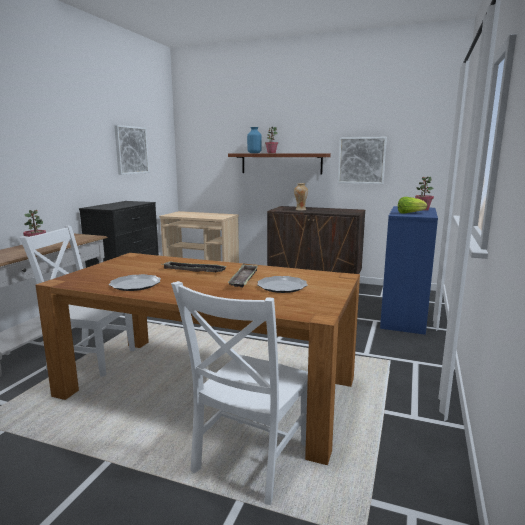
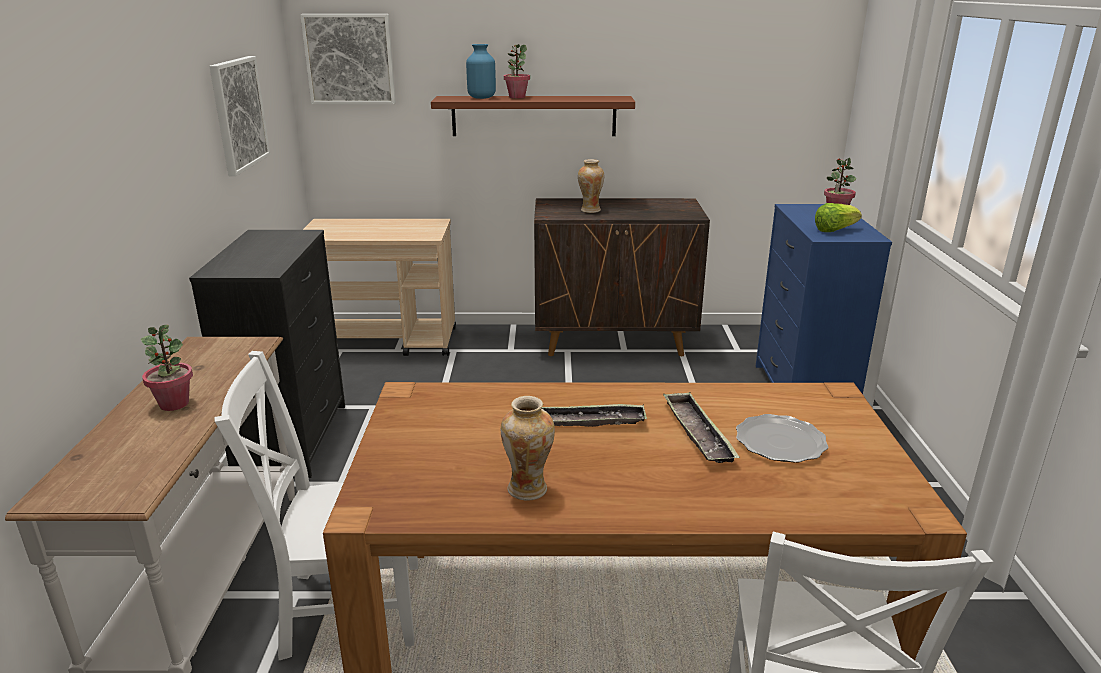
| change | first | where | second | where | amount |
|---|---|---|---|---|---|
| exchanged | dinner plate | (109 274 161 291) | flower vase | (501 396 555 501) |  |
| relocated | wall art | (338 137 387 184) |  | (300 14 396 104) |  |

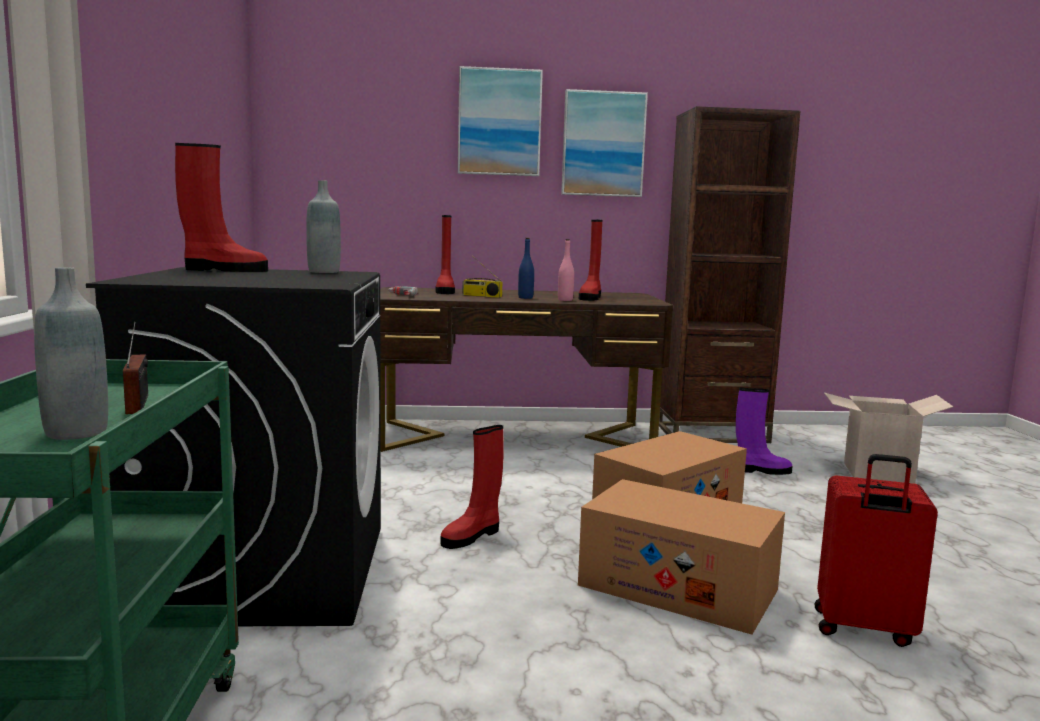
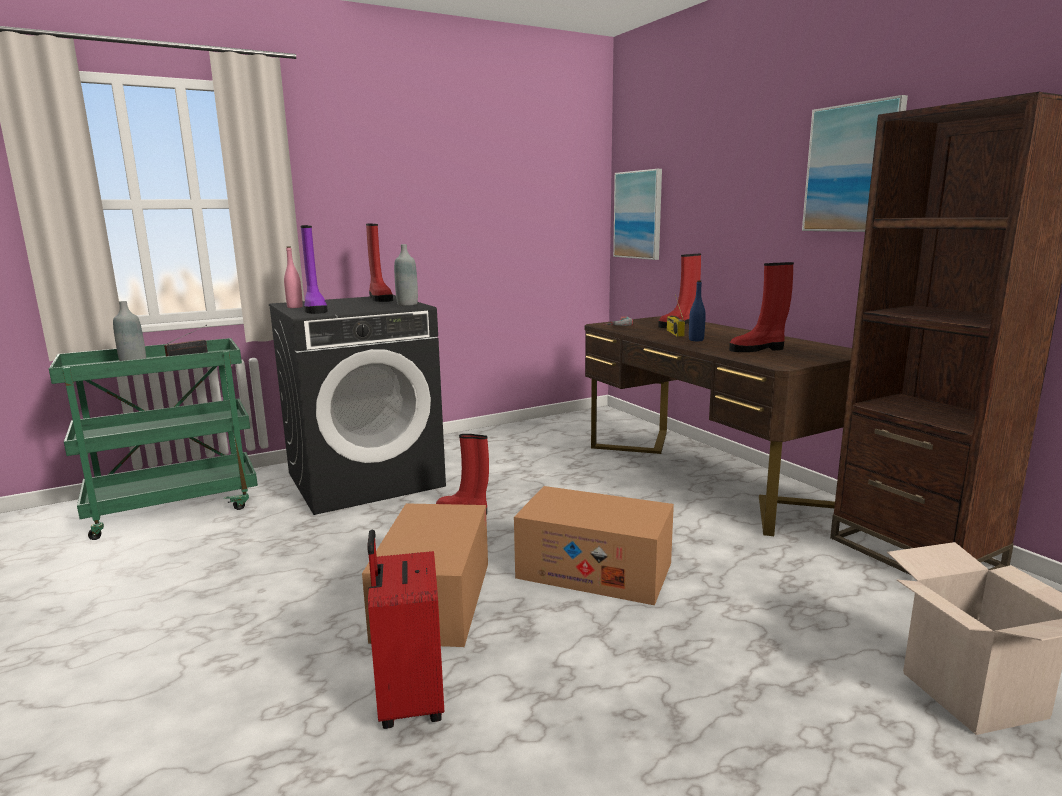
| change | first | where | second | where | amount |
|---|---|---|---|---|---|
| relocated | wall art | (458 66 543 176) |  | (613 169 662 260) |  |
| relocated | pink drink bottle | (558 239 574 301) |  | (284 246 303 308) |  |
| relocated | purple boot | (736 388 793 475) |  | (300 225 328 314) |  |

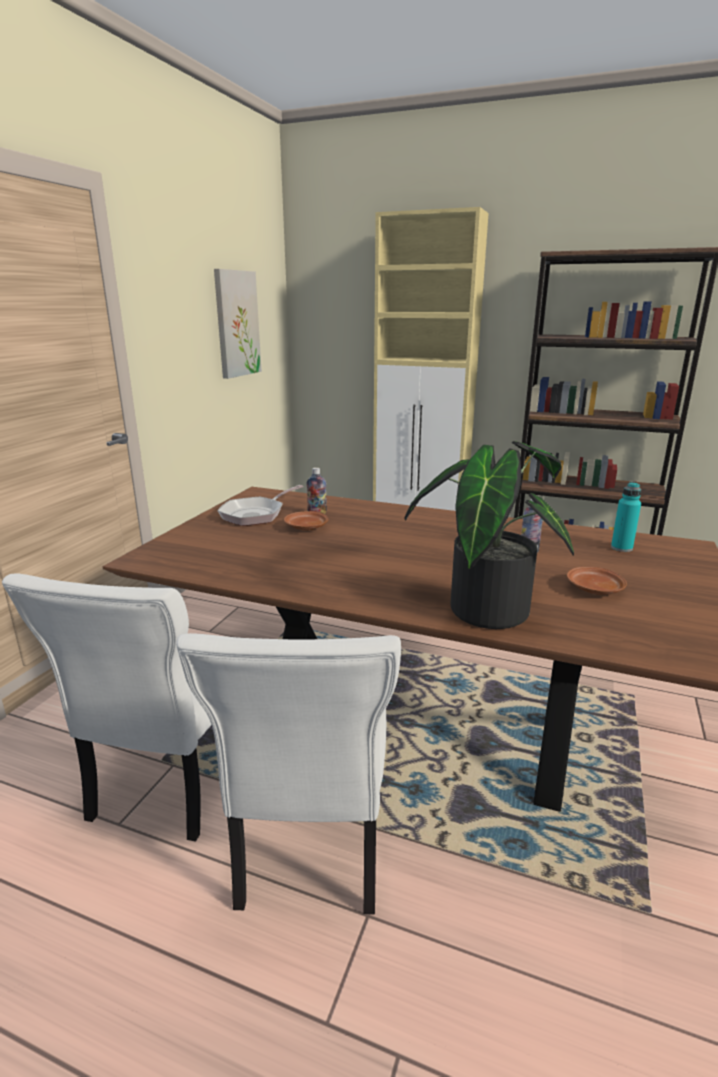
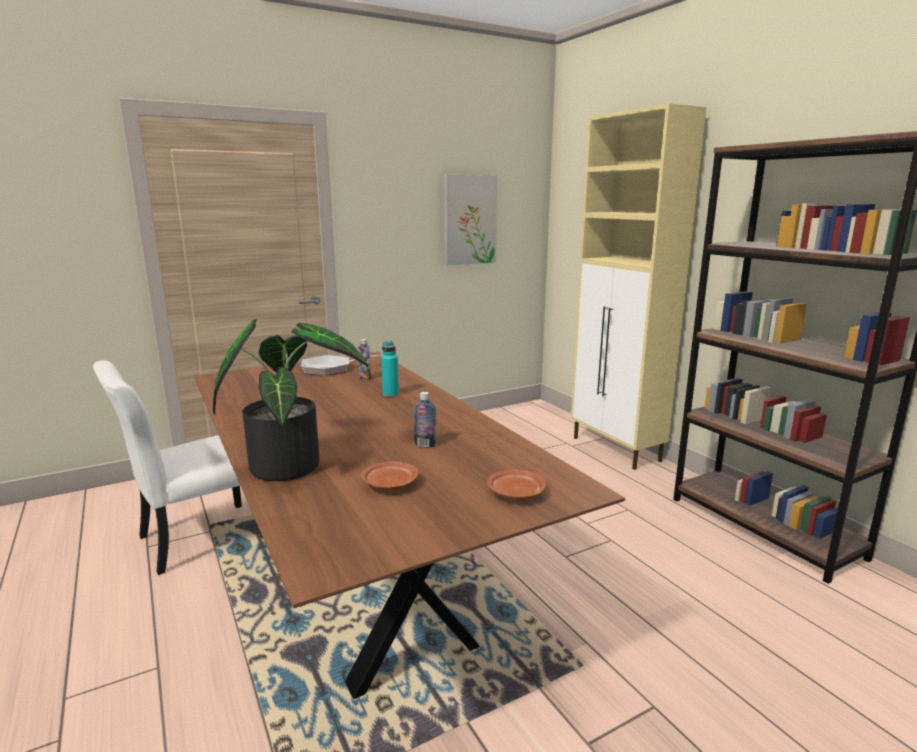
| change | first | where | second | where | amount |
|---|---|---|---|---|---|
| missing | whitish upright chair | (176 633 401 915) |  |  |  |
| relocated | brown dinner plate | (284 511 328 531) |  | (487 469 546 500) |  |
| relocated | turquoise drink bottle | (611 482 641 552) |  | (381 341 399 397) |  |

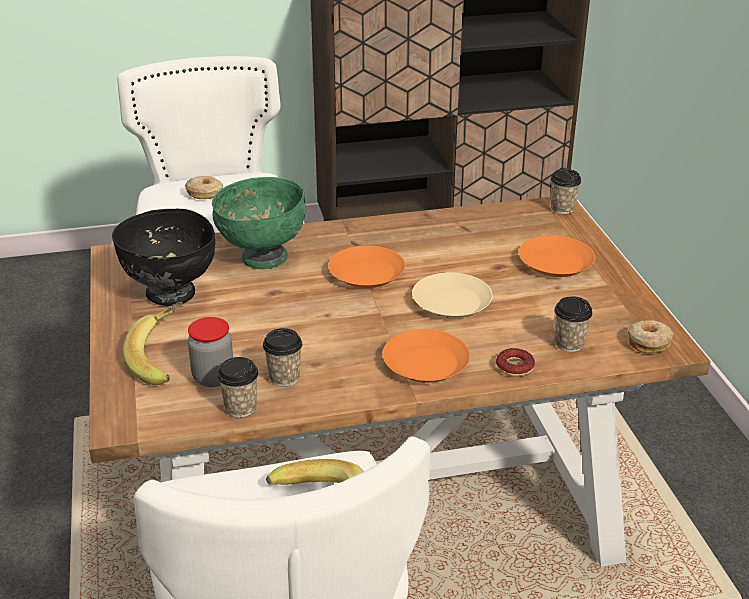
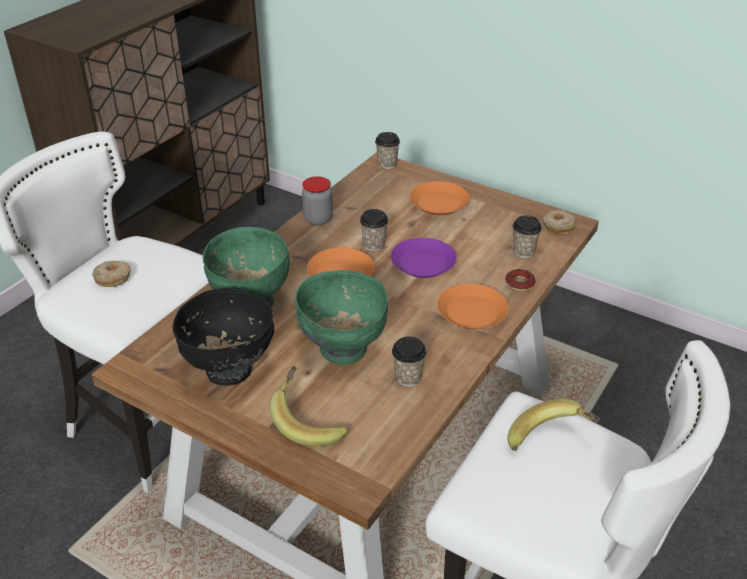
| change | first | where | second | where | amount |
|---|---|---|---|---|---|
| relocated | jar | (188 317 233 387) |  | (302 176 333 225) |  |
| relocated | cup | (217 357 259 418) |  | (360 209 388 251) |  |
| colour | beige dinner plate | (412 272 493 319) | purple dinner plate | (391 238 457 278) |  |
| appeared |  |  | greenish serving bowl | (295 270 388 365) |  |

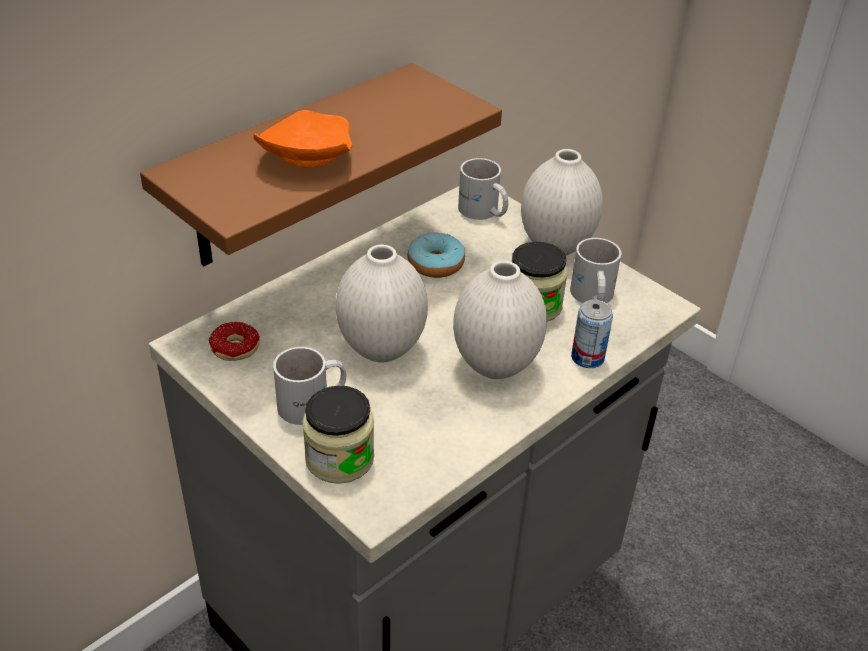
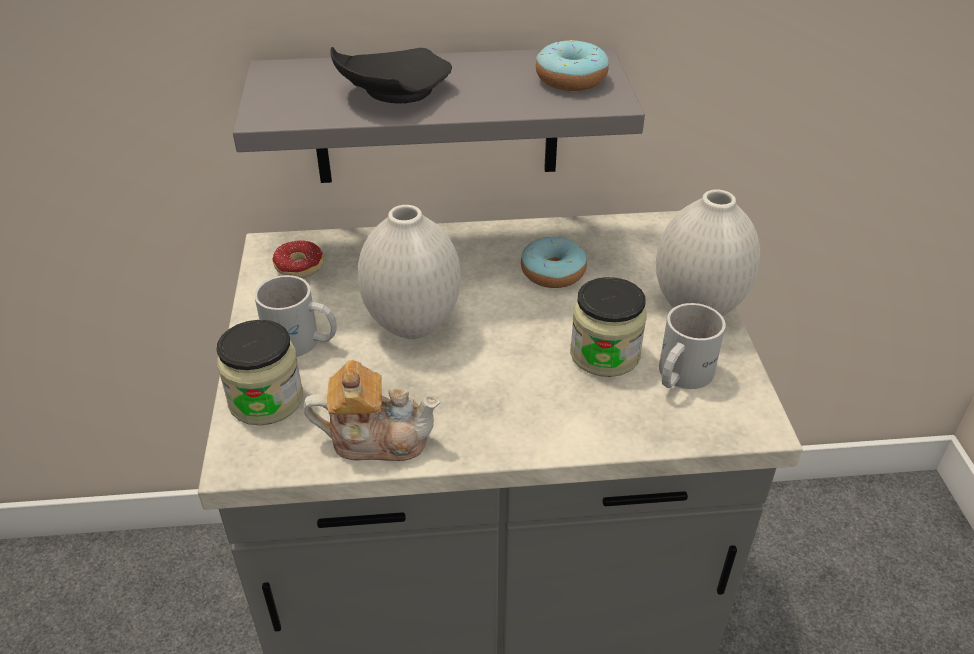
| change | first | where | second | where | amount |
|---|---|---|---|---|---|
| colour | brown shelf | (140 63 502 266) | greyish shelf | (233 47 645 183) |  |
| colour | orange-coloured dinner plate | (254 110 352 167) | black-coloured dinner plate | (330 47 452 104) |  |
| missing | whitish flower vase | (453 261 547 379) |  |  |  |
| missing | whitish coffee mug | (458 158 508 220) |  |  |  |
| missing | sealed can | (571 300 613 368) |  |  |  |
| appeared |  |  | tea pot | (303 360 440 461) |  |
| appeared |  |  | donut | (536 40 609 91) |  |

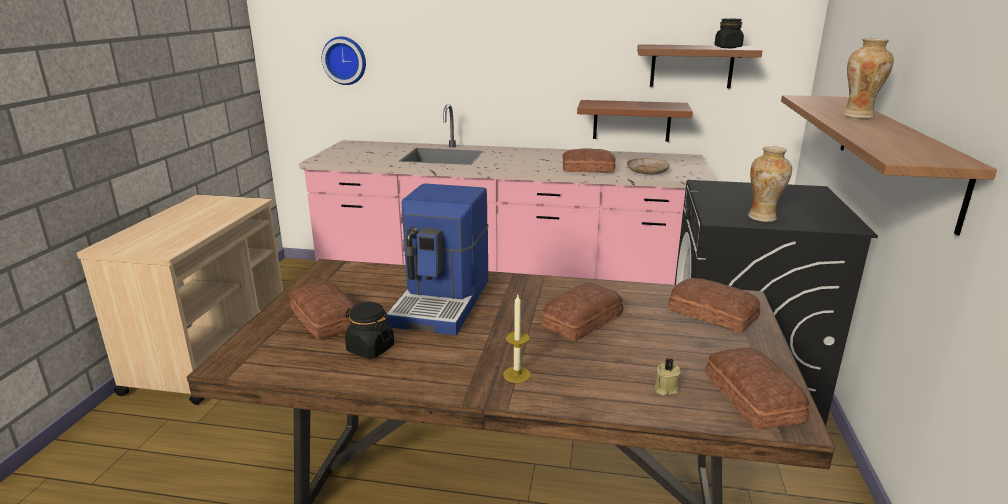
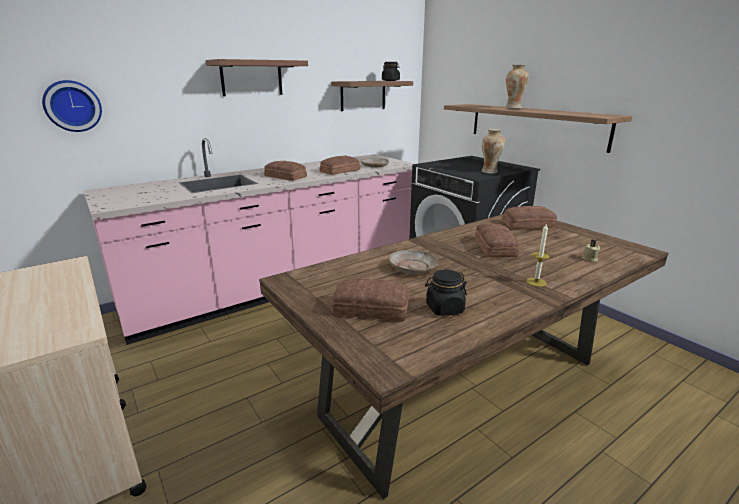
| change | first | where | second | where | amount |
|---|---|---|---|---|---|
| exchanged | coffee brewer | (386 183 488 335) | beige dinner plate | (389 250 438 274) |  |
| relocated | brown shelf | (577 100 693 142) |  | (205 59 308 96) |  |
| relocated | baked bread | (705 348 809 430) |  | (264 161 307 181) |  |

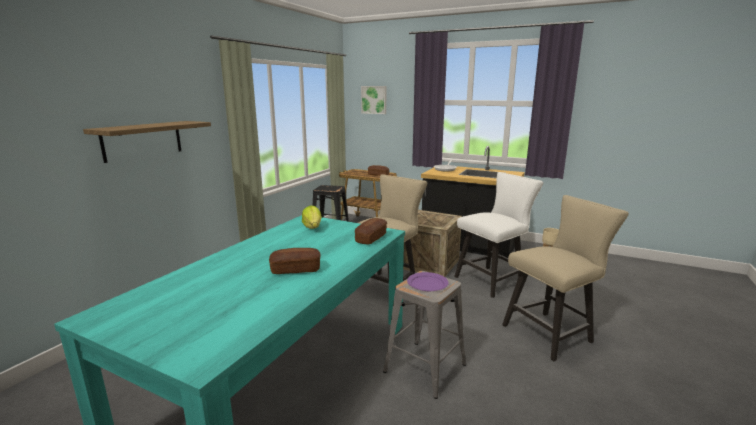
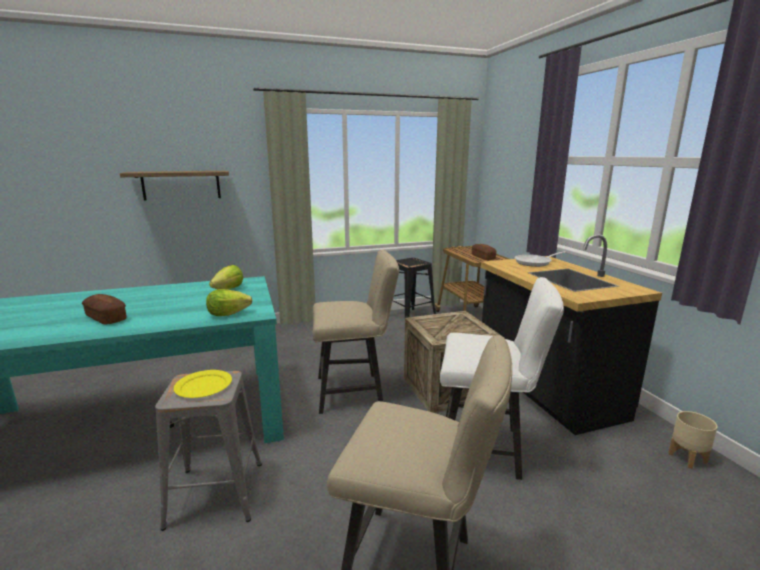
| change | first | where | second | where | amount |
|---|---|---|---|---|---|
| exchanged | baked bread | (355 218 387 244) | lettuce | (206 289 252 316) |  |
| missing | wall art | (361 86 386 114) |  |  |  |
| colour | purple dinner plate | (407 272 449 291) | yellowish dinner plate | (174 370 232 398) |  |

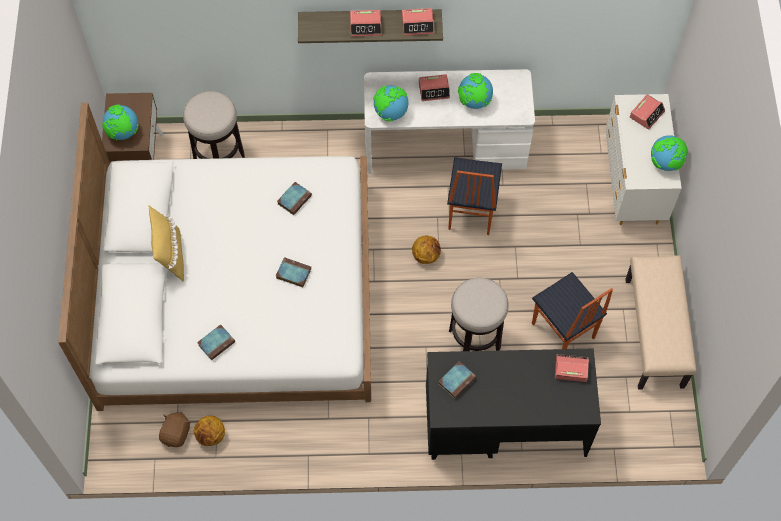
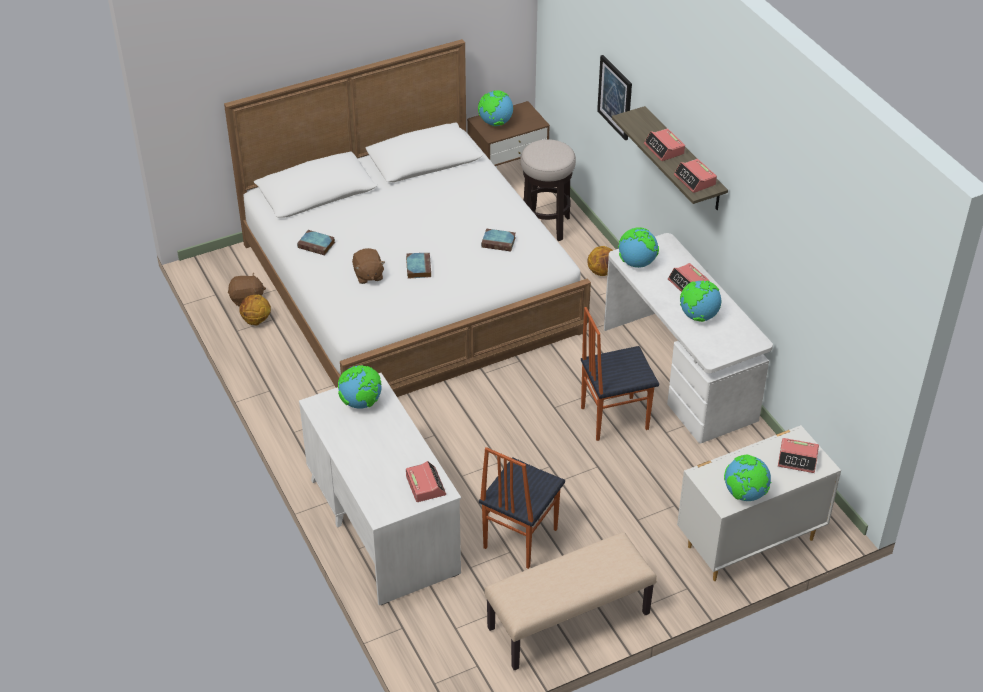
| change | first | where | second | where | amount |
|---|---|---|---|---|---|
| missing | yellowish cushion | (148 205 184 282) |  |  |  |
| relocated | ball for basketball | (412 236 441 264) |  | (587 246 613 276) |  |
| colour | black-coloured desk | (426 349 601 460) | whitish desk | (299 373 461 606) |  |
| exchanged | bound book | (438 361 476 399) | world globe | (338 365 382 409) |  |
| missing | sitting stool | (449 278 509 351) |  |  |  |
| appeared |  |  | brown plush toy | (352 248 385 284) |  |
| appeared |  |  | wall art | (597 55 632 140) |  |

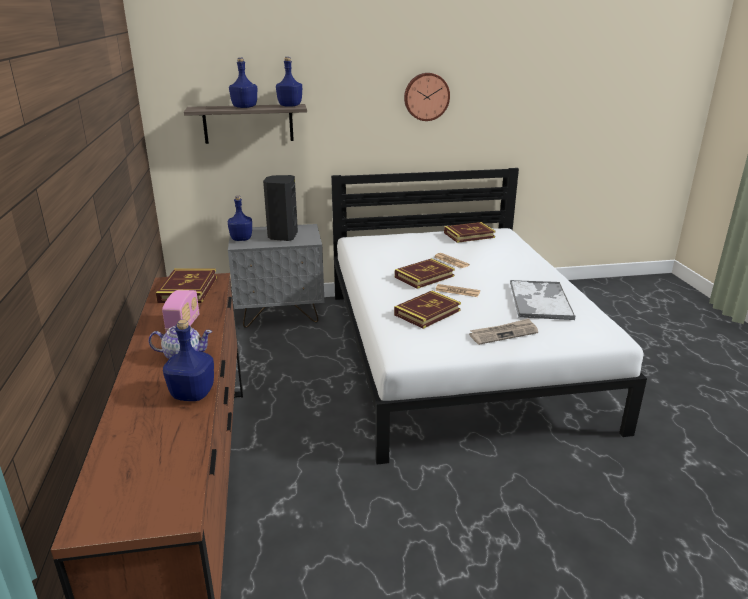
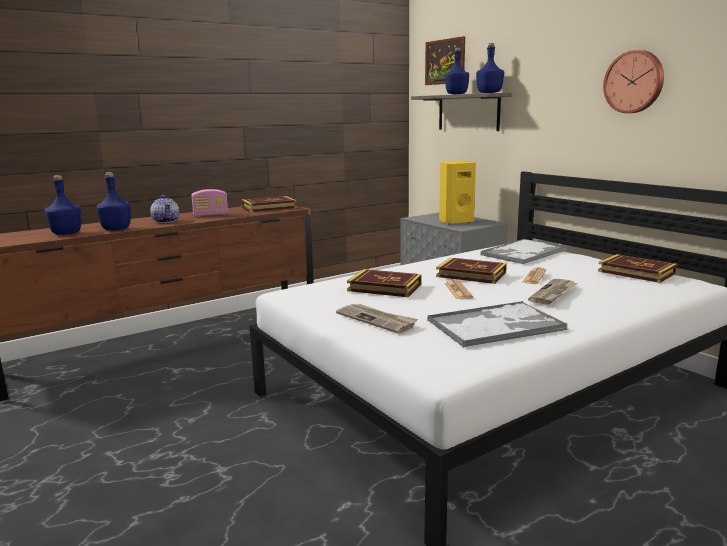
| change | first | where | second | where | amount |
|---|---|---|---|---|---|
| relocated | blue-coloured drink bottle | (228 195 252 241) |  | (45 175 81 235) |  |
| colour | black-coloured loudspeaker | (263 175 298 241) | yellowish loudspeaker | (439 161 476 225) |  |
| appeared |  |  | wall art | (425 36 465 85) |  |
| appeared |  |  | tray | (480 239 567 264) |  |
| appeared |  |  | printed paper | (528 279 578 305) |  |

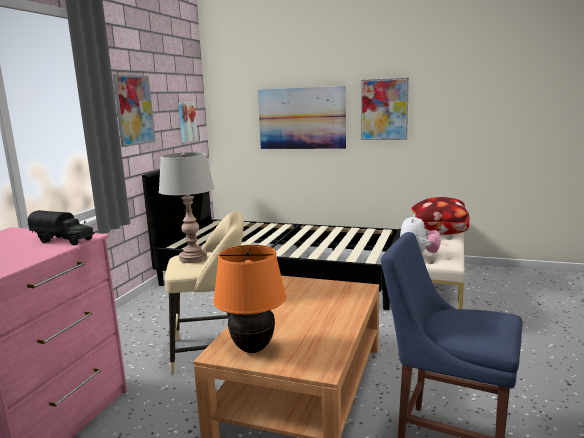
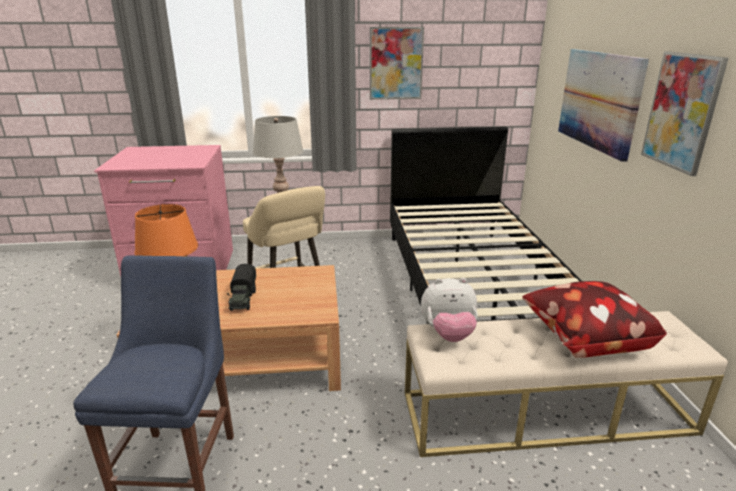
| change | first | where | second | where | amount |
|---|---|---|---|---|---|
| relocated | toy truck | (28 210 95 245) |  | (227 264 256 311) |  |
| missing | wall art | (178 102 198 142) |  |  |  |

